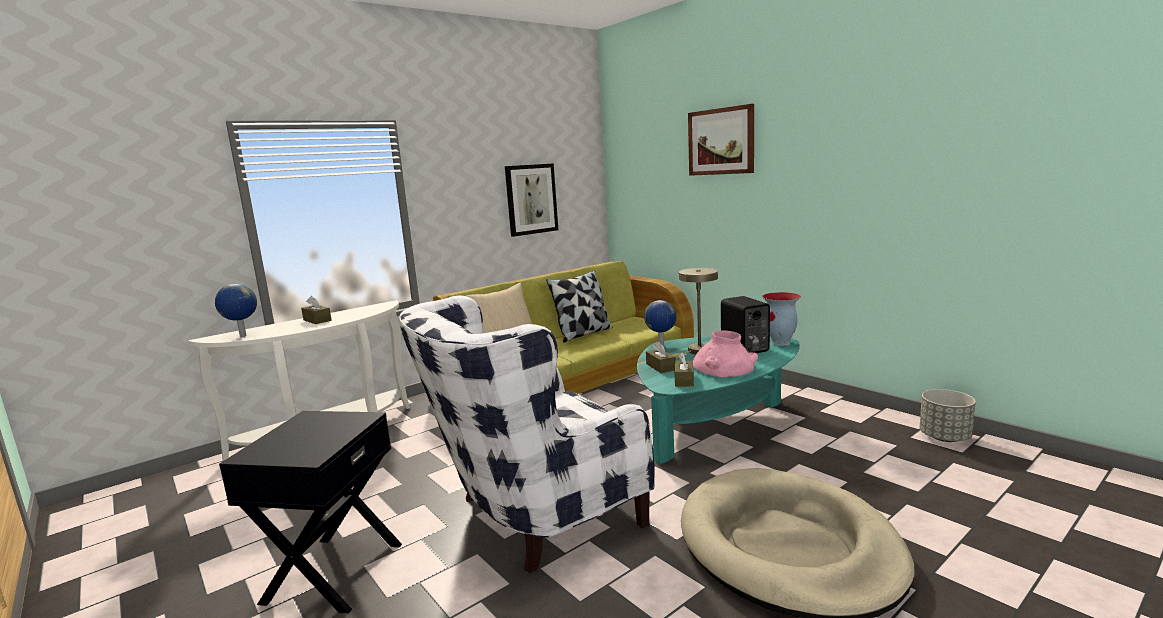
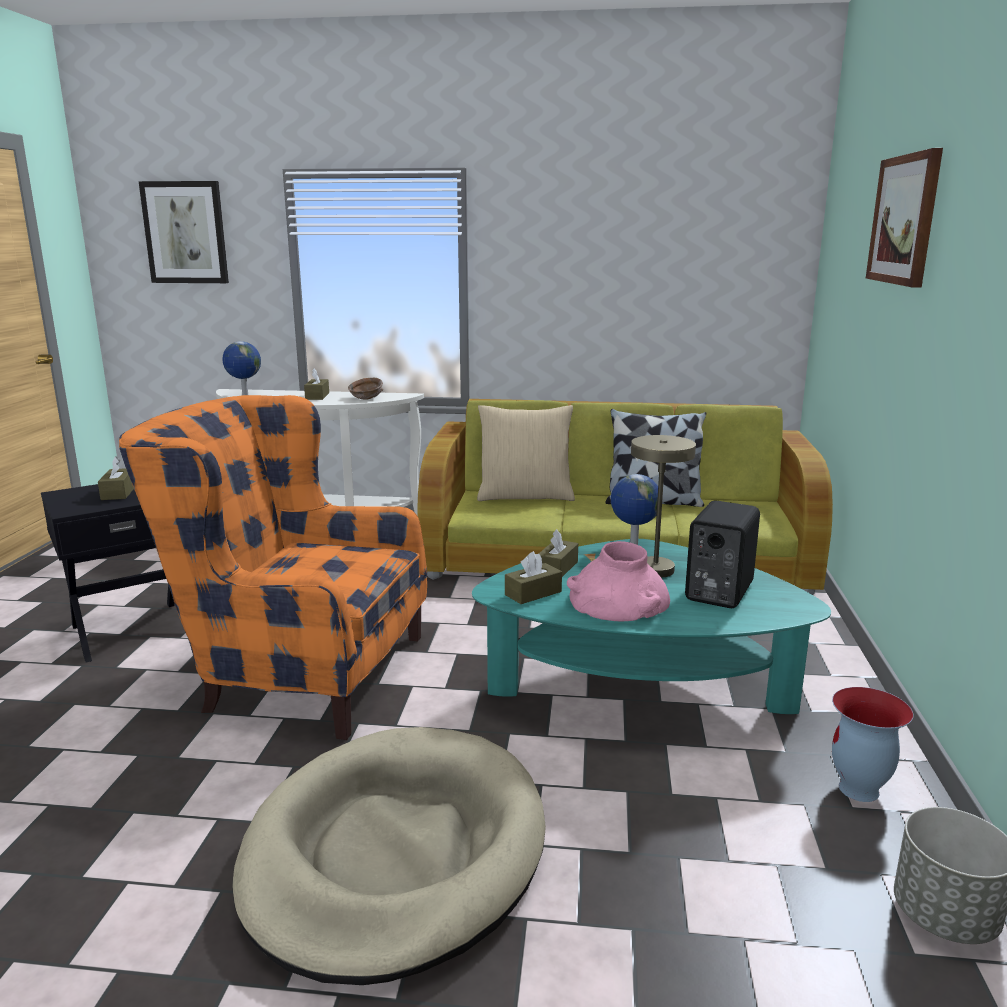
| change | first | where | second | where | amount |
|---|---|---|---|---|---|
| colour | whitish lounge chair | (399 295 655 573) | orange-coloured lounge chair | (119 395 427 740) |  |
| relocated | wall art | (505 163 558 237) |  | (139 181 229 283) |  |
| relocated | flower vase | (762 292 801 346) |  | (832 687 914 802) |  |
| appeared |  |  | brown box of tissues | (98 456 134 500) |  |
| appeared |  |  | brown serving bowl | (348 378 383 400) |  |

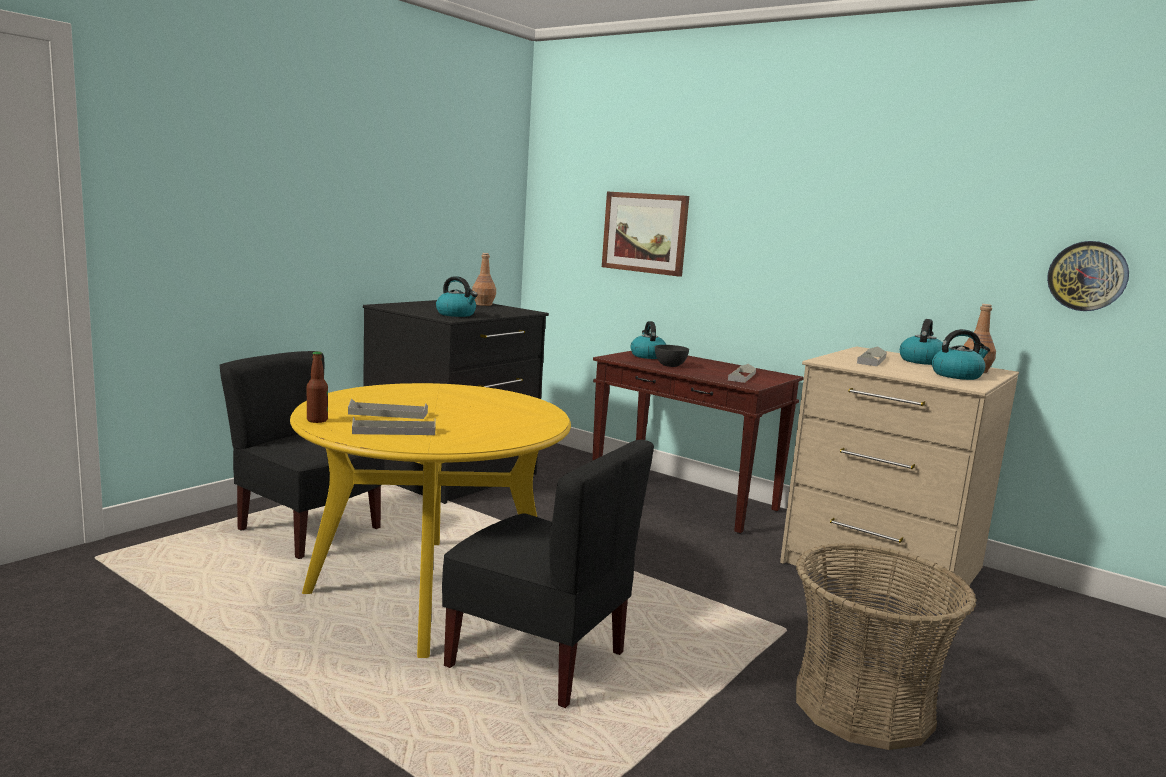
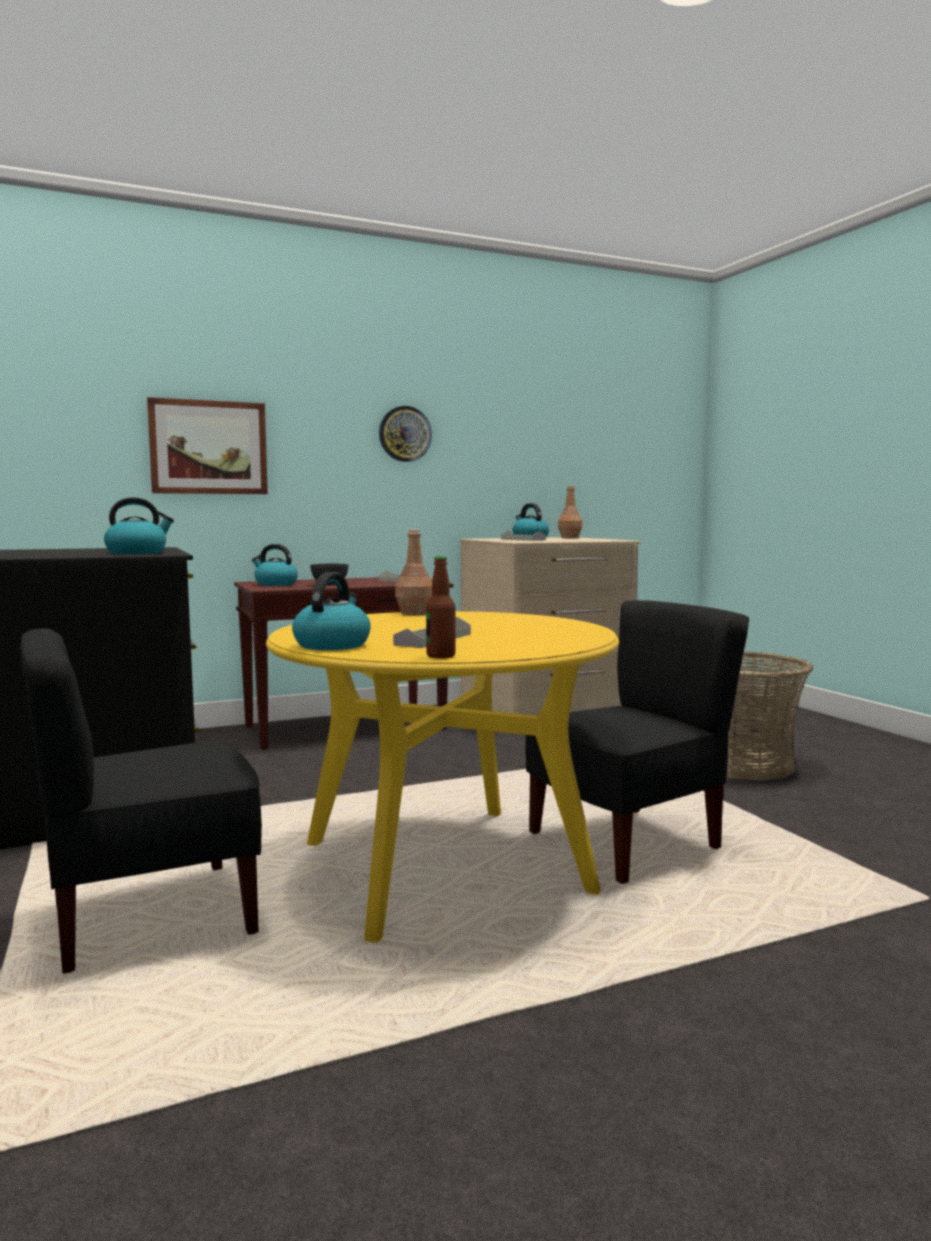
| change | first | where | second | where | amount |
|---|---|---|---|---|---|
| missing | greyish tray | (352 417 435 435) |  |  |  |
| relocated | brown drink bottle | (472 253 496 306) |  | (395 529 432 615) |  |
| relocated | water kettle | (932 329 990 380) |  | (292 572 371 650) |  |
| relocated | clock on the wall | (1047 241 1129 311) |  | (379 406 432 462) |  |

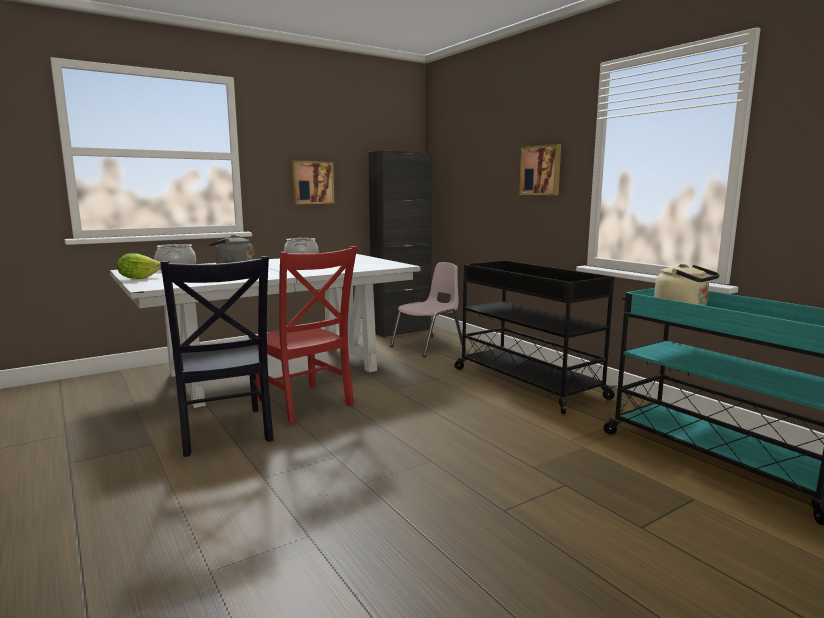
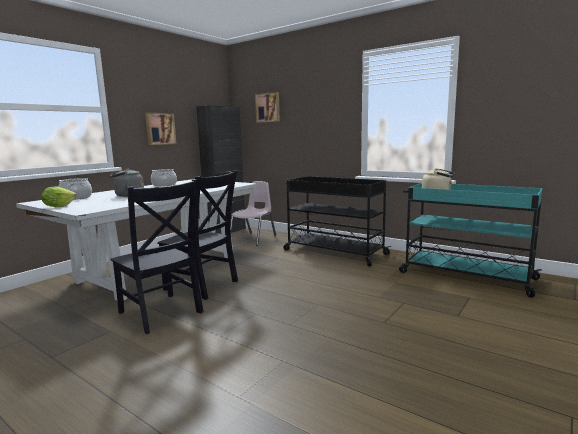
| change | first | where | second | where | amount |
|---|---|---|---|---|---|
| colour | reddish upright chair | (249 246 357 424) | black-coloured upright chair | (157 170 238 300) |  |
| relocated | wall art | (519 144 561 195) |  | (255 92 280 122) |  |

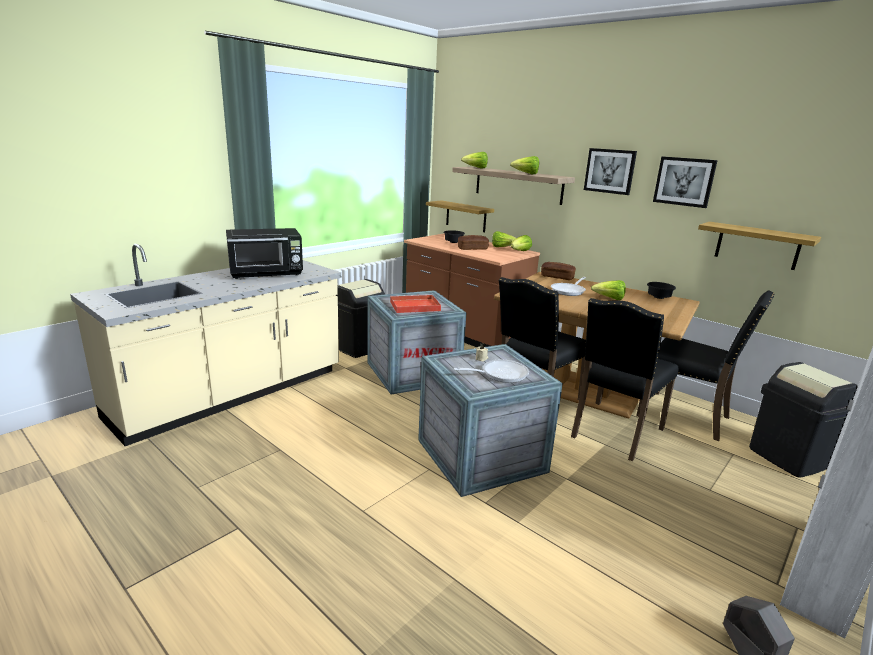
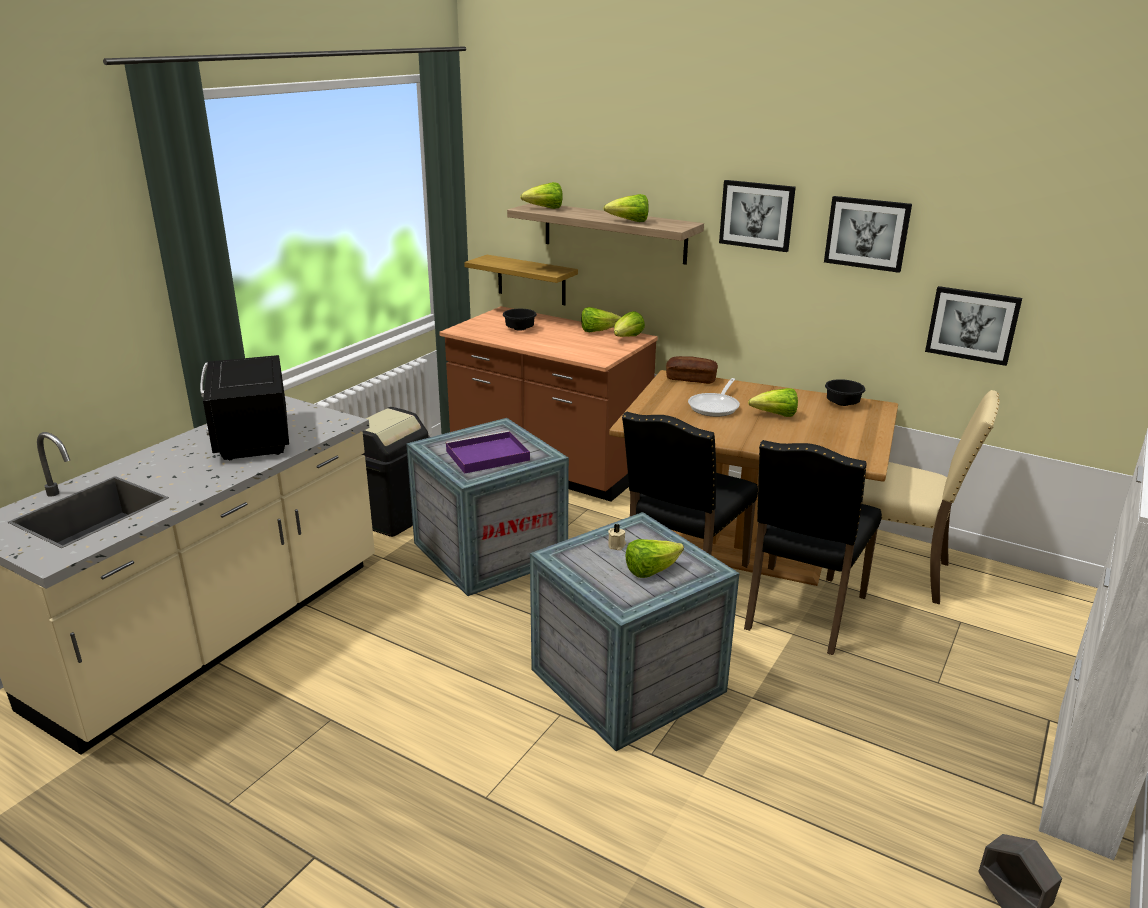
| change | first | where | second | where | amount |
|---|---|---|---|---|---|
| spun | black-coloured microwave | (226 228 303 279) |  | (200 355 289 460) | 105 degrees clockwise |
| colour | reddish tray | (390 294 441 313) | purple tray | (445 431 530 474) |  |
| exchanged | frying pan | (453 360 529 383) | lettuce | (626 539 684 578) |  |
| missing | baked bread | (458 235 489 250) |  |  |  |
| colour | black-coloured upright chair | (636 291 774 441) | beige upright chair | (826 390 1000 604) |  |
| exchanged | shelf | (698 222 821 270) | wall art | (925 286 1022 366) |  |
| missing | black-coloured waste bin | (749 362 858 478) |  |  |  |

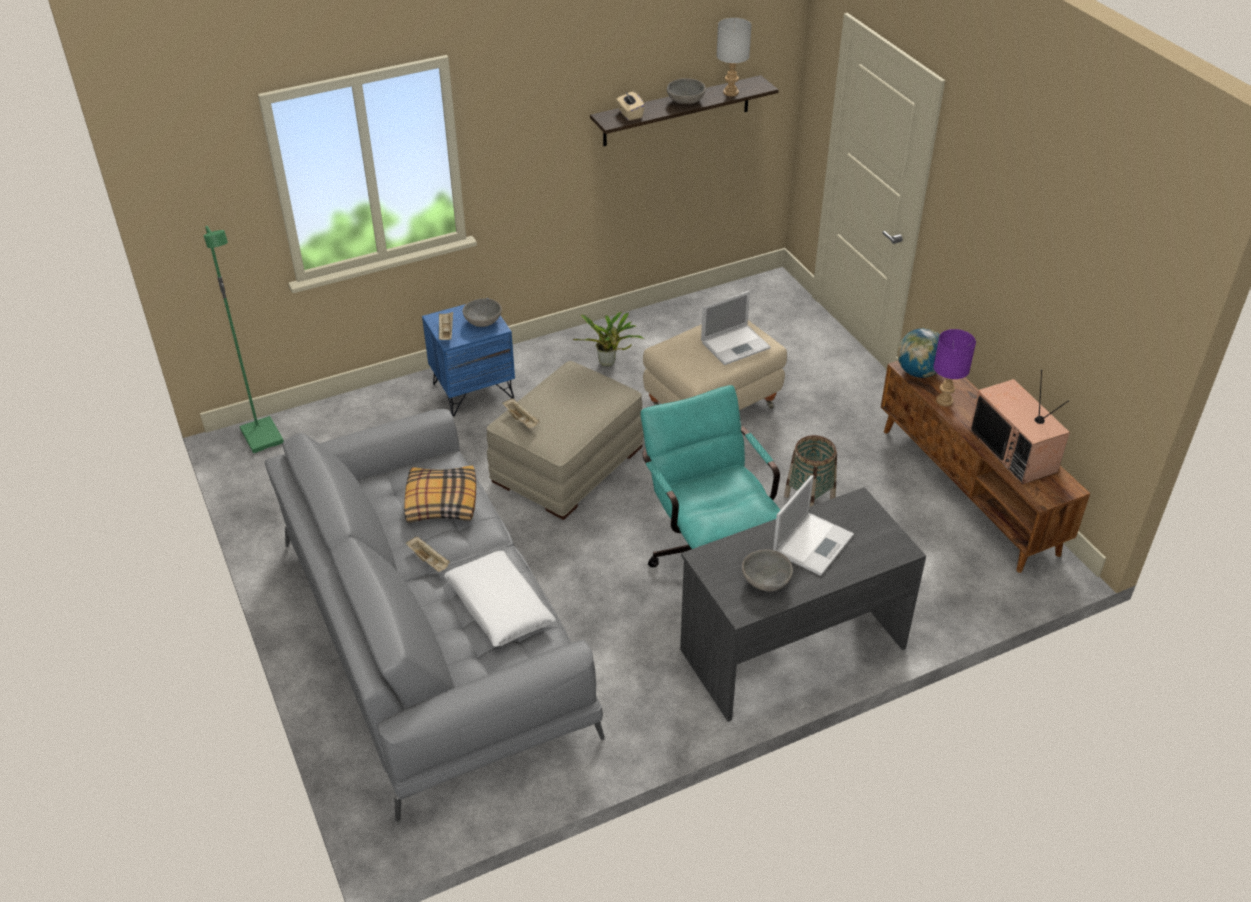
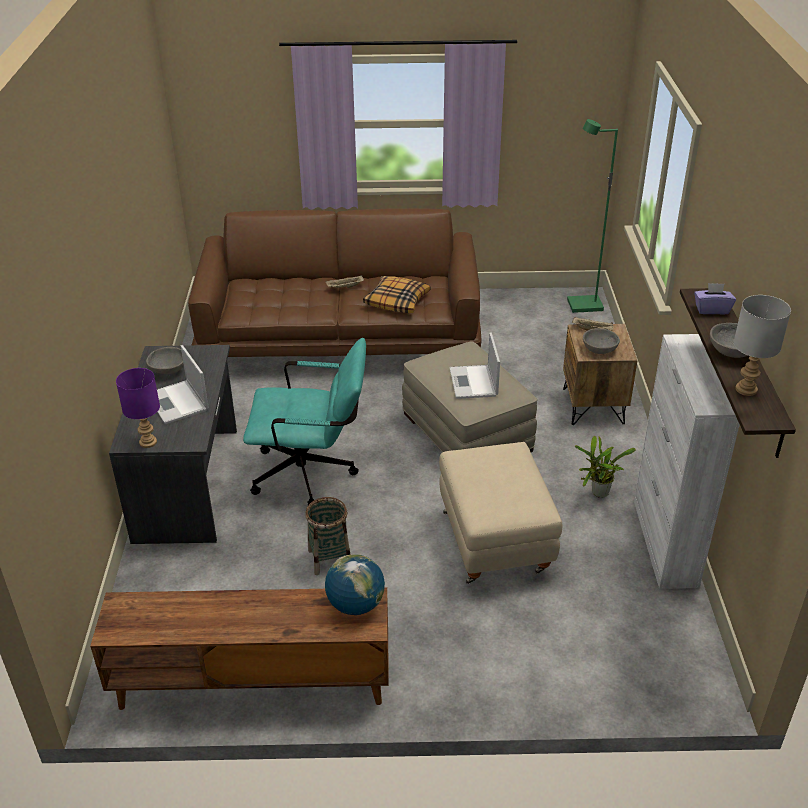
| change | first | where | second | where | amount |
|---|---|---|---|---|---|
| colour | greyish couch | (265 409 605 822) | brown couch | (188 208 482 357) |  |
| colour | blue-coloured night table | (422 298 515 416) | brown night table | (563 324 638 425) |  |
| missing | whitish cushion | (444 551 556 647) |  |  |  |
| missing | beige tray | (502 399 539 428) |  |  |  |
| colour | beige box of tissues | (616 92 645 120) | purple box of tissues | (694 283 736 314) |  |
| relocated | notebook computer | (701 291 771 365) |  | (449 332 500 399) |  |
| relocated | purple table lamp | (933 329 976 406) |  | (116 368 160 448) |  |
| missing | television | (969 370 1070 484) |  |  |  |
| appeared |  |  | whitish storage cabinet | (634 334 740 589) |  |

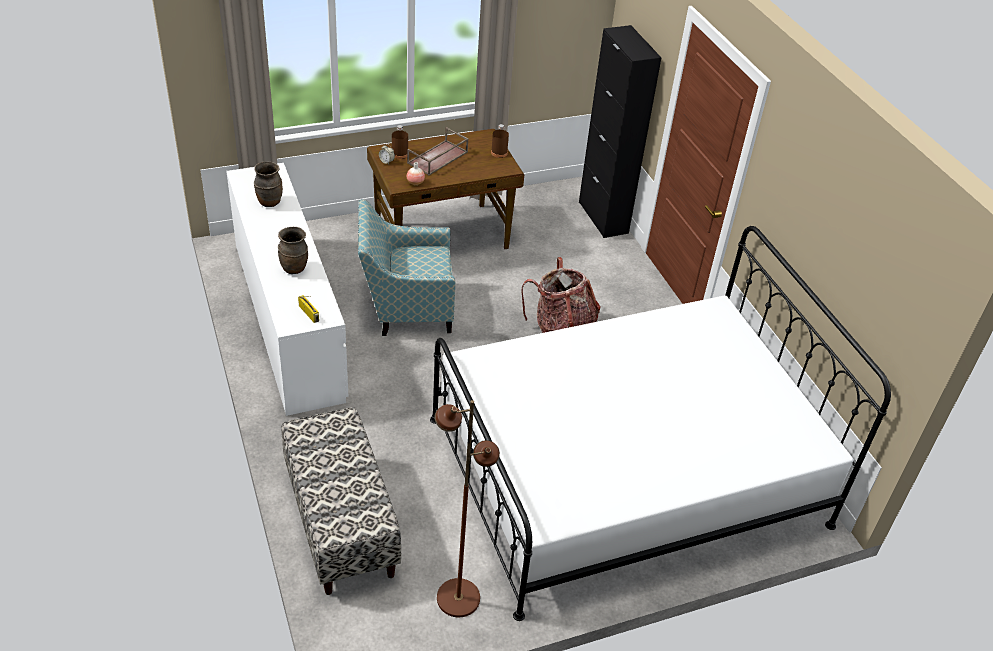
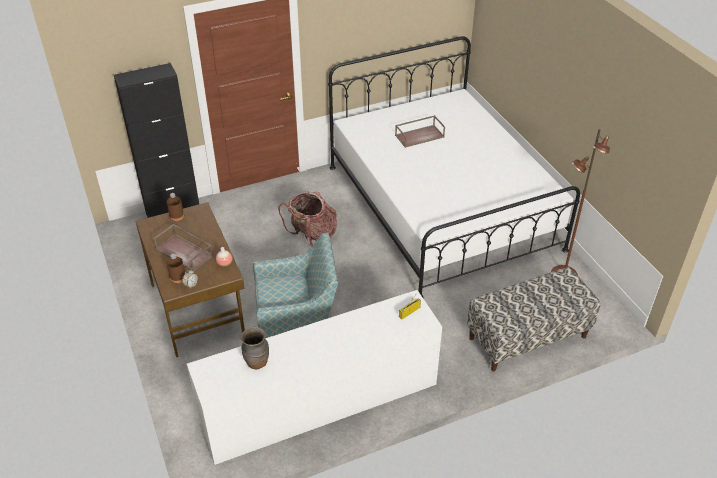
| change | first | where | second | where | amount |
|---|---|---|---|---|---|
| missing | brown flower vase | (278 227 308 274) |  |  |  |
| spun | lounge chair | (358 200 455 336) |  | (253 233 338 338) | 90 degrees counterclockwise |
| appeared |  |  | brown tray | (395 115 445 148) |  |

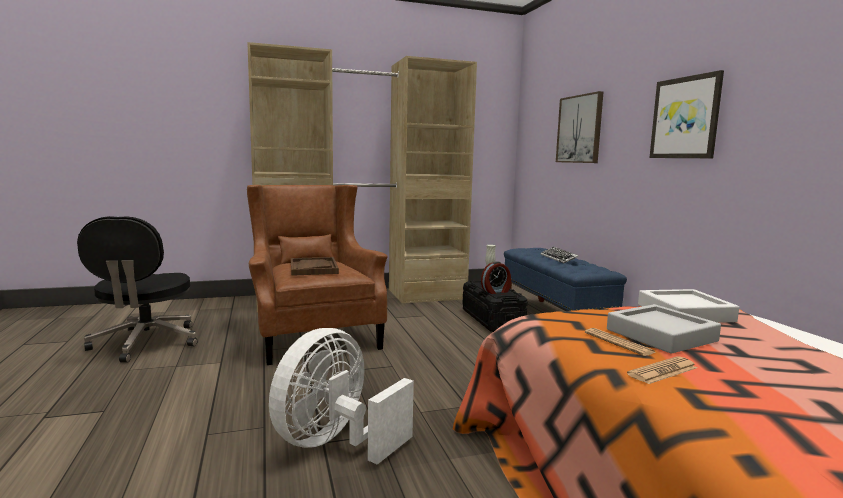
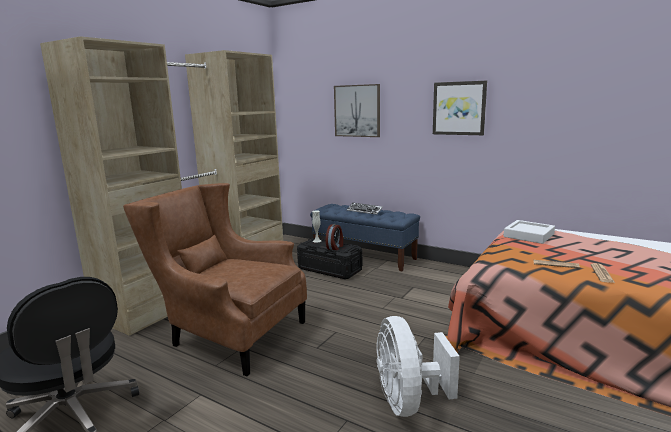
| change | first | where | second | where | amount |
|---|---|---|---|---|---|
| missing | brown tray | (291 257 339 276) |  |  |  |
| missing | greyish tray | (607 304 721 354) |  |  |  |

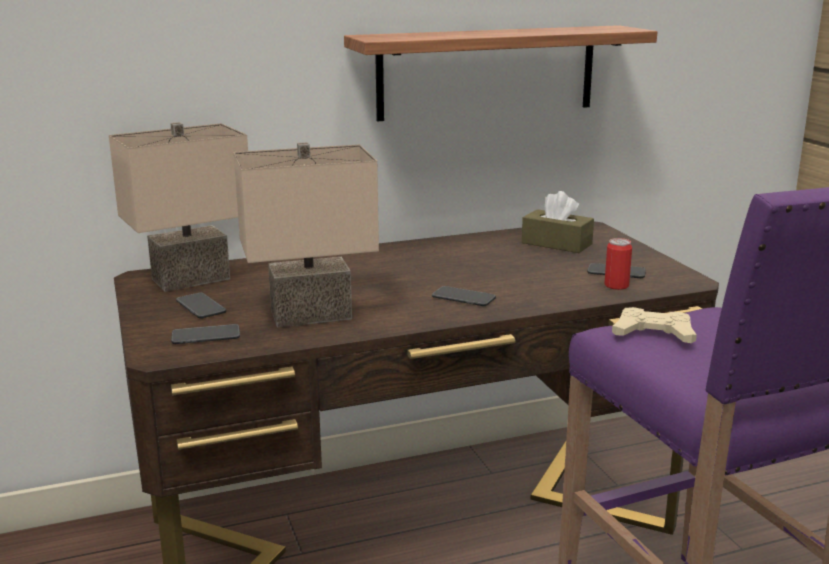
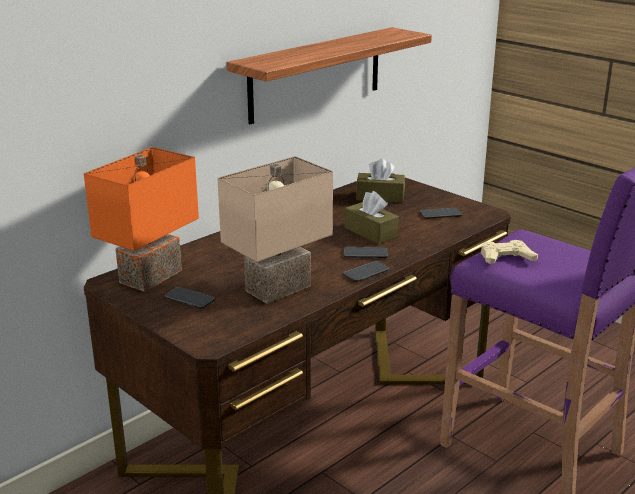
| change | first | where | second | where | amount |
|---|---|---|---|---|---|
| colour | beige table lamp | (109 122 248 292) | orange-coloured table lamp | (84 147 199 292) |  |
| relocated | phone | (171 324 240 344) |  | (343 261 389 282) |  |
| missing | sealed can | (604 238 632 290) |  |  |  |
| appeared |  |  | brown box of tissues | (345 191 399 244) |  |

